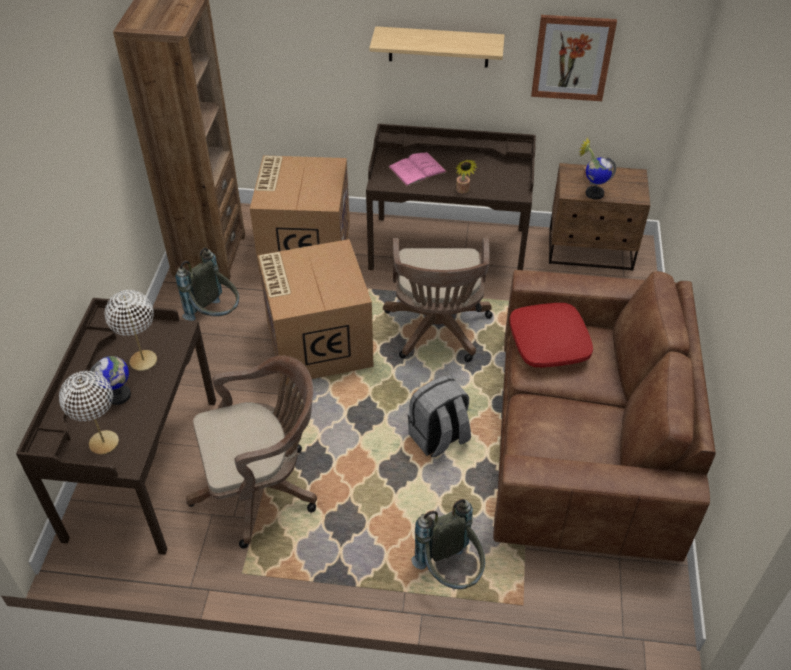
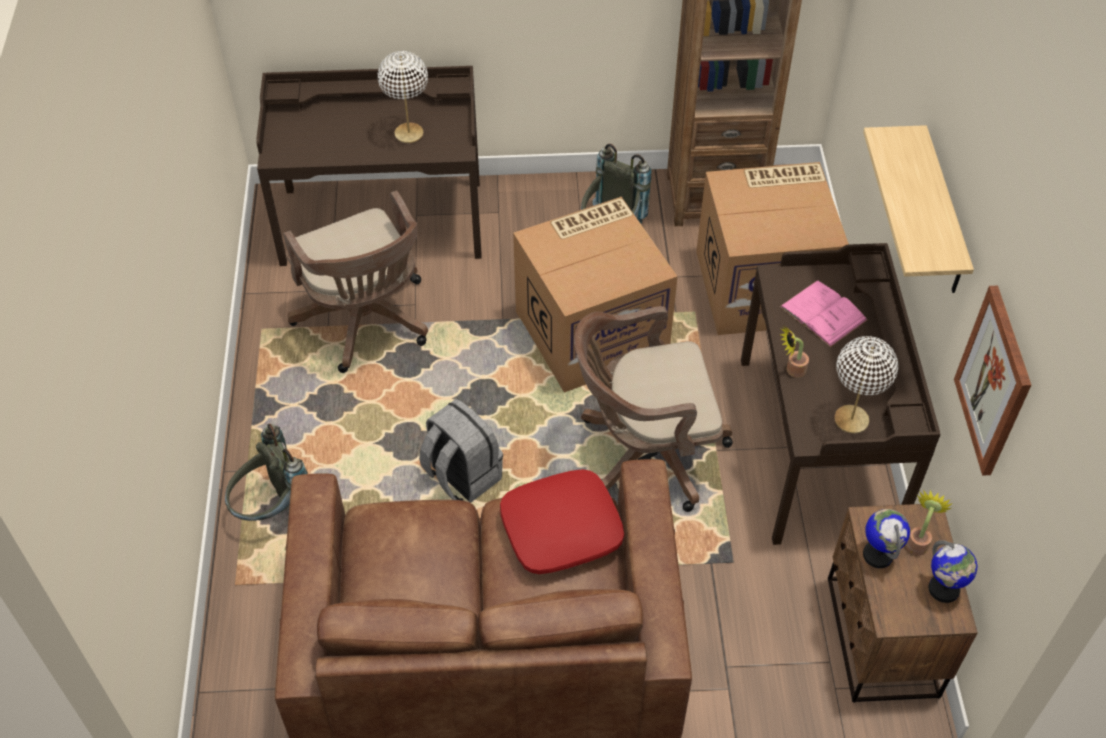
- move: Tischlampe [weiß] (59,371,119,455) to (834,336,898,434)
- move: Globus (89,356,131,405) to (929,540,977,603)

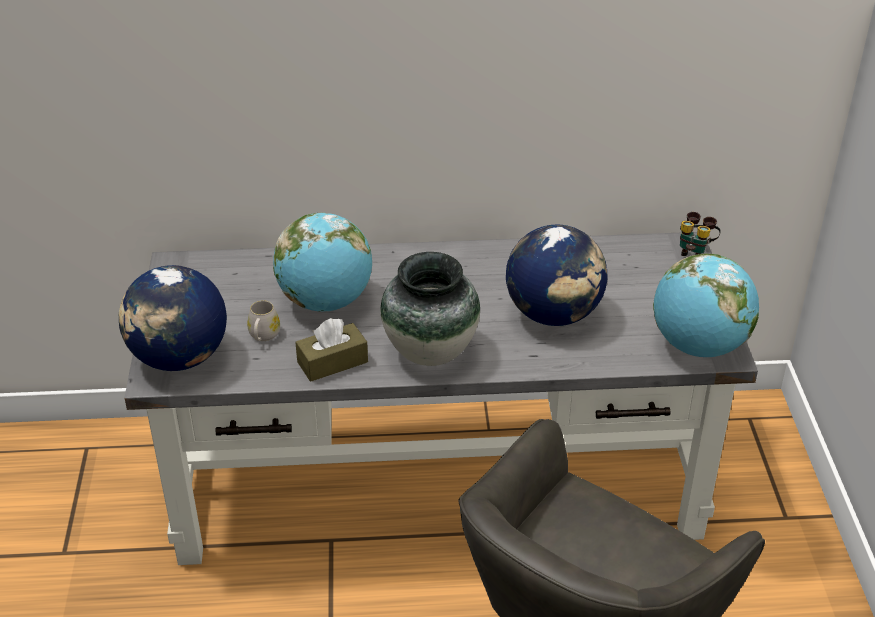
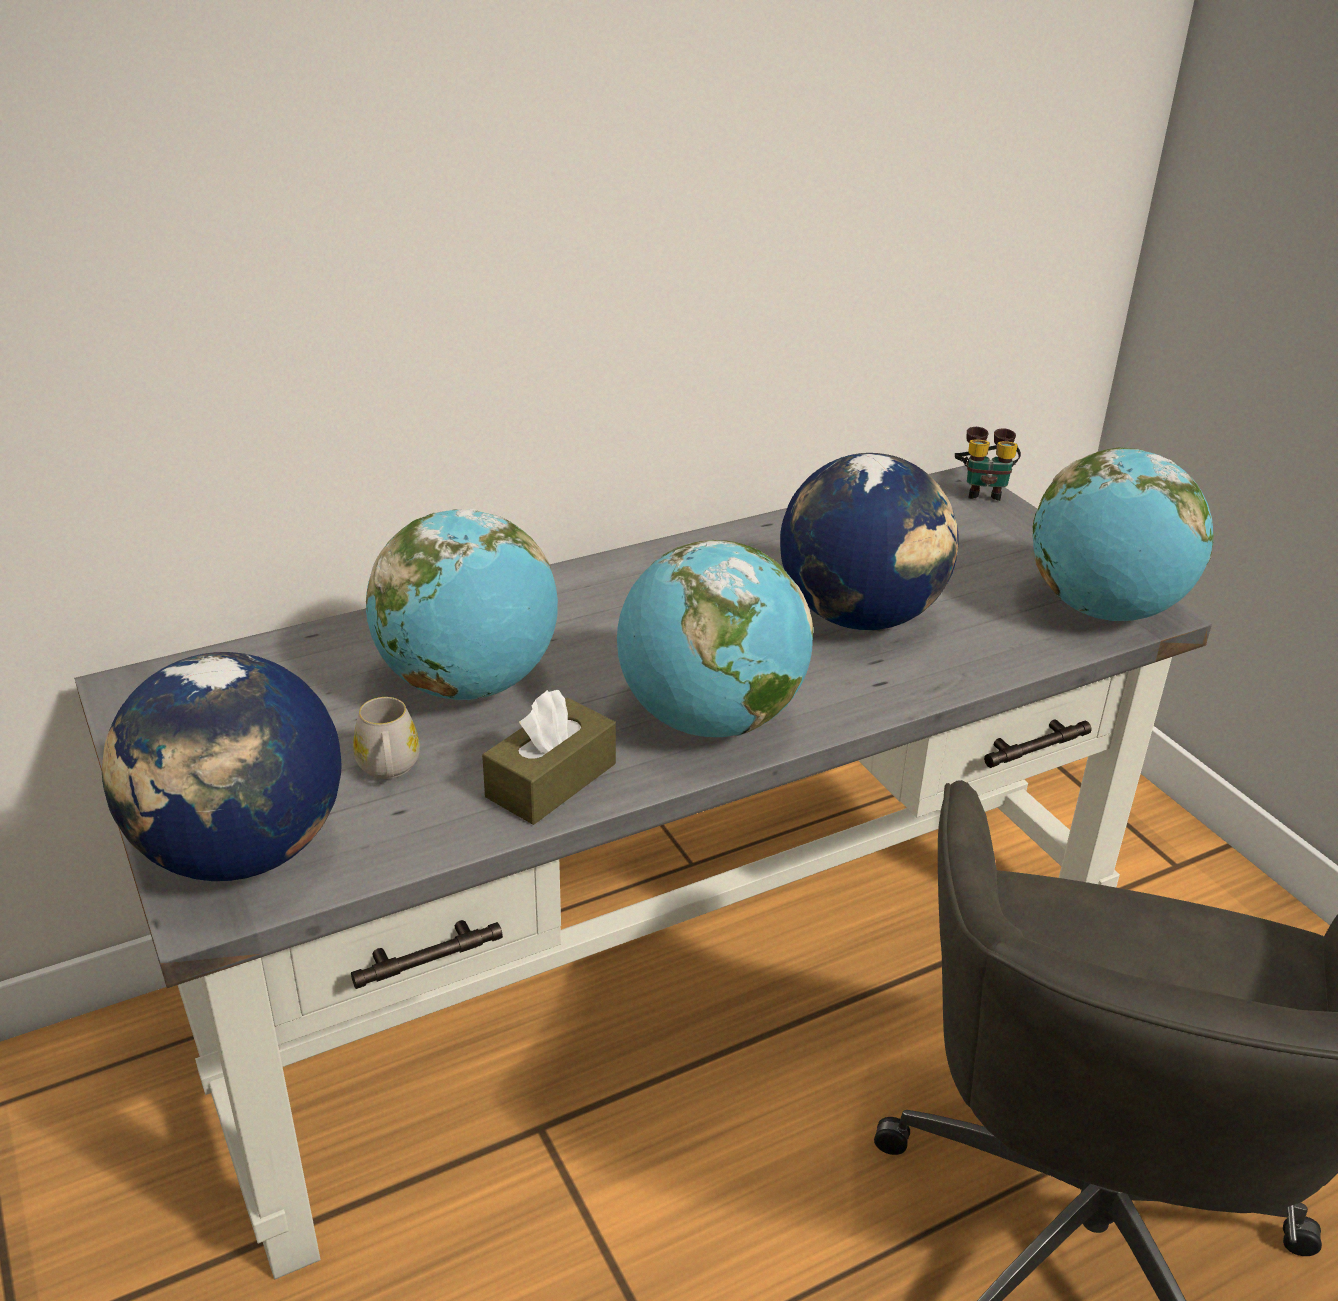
- replace: Vase (381,252,480,366) to Globus (617,540,813,737)

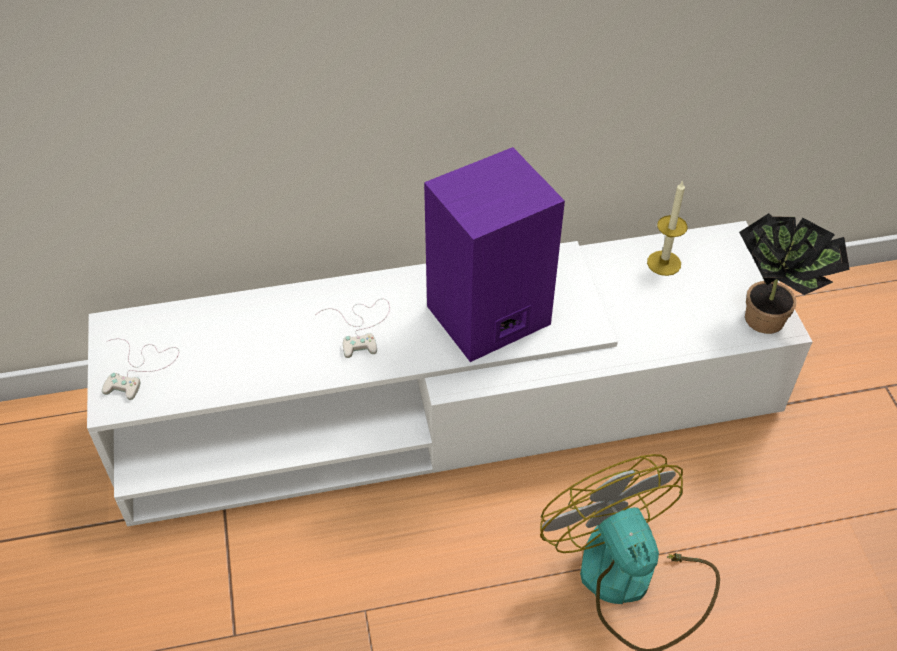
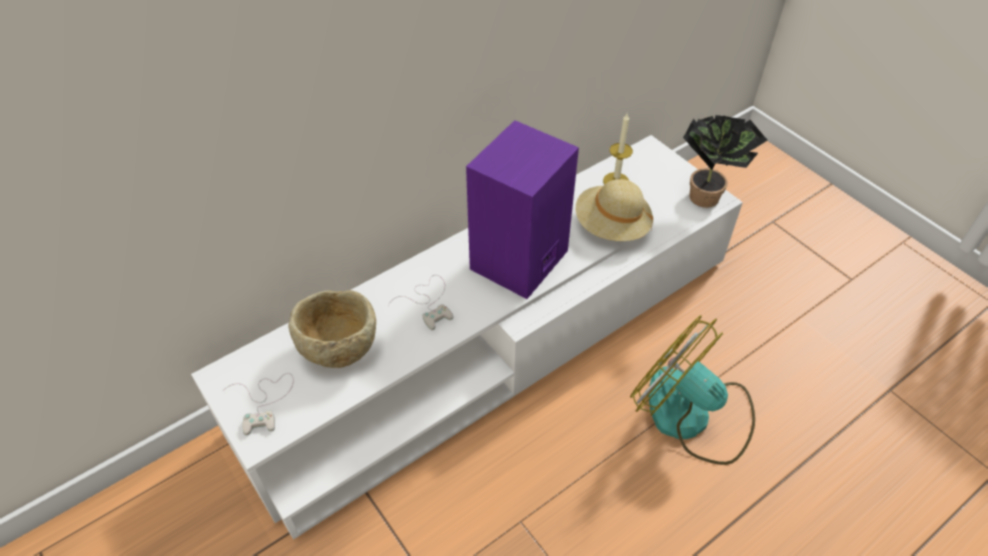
- insert: Schüssel [beige] (288,290,376,368)
- insert: Hut [beige] (576,179,653,241)

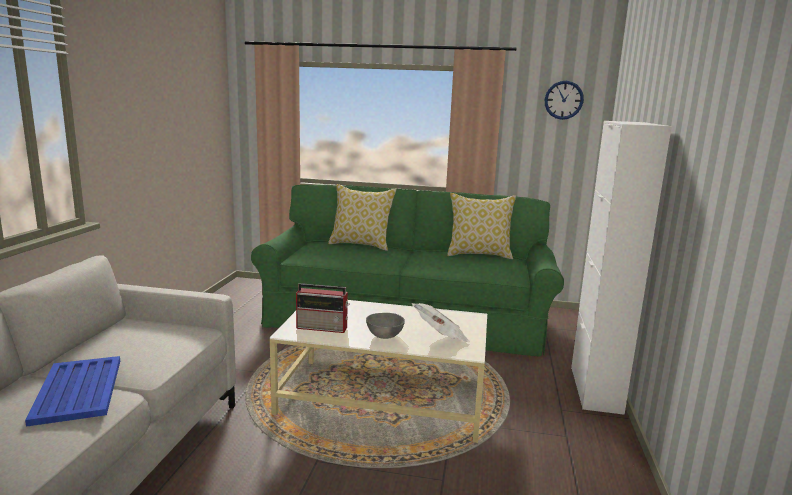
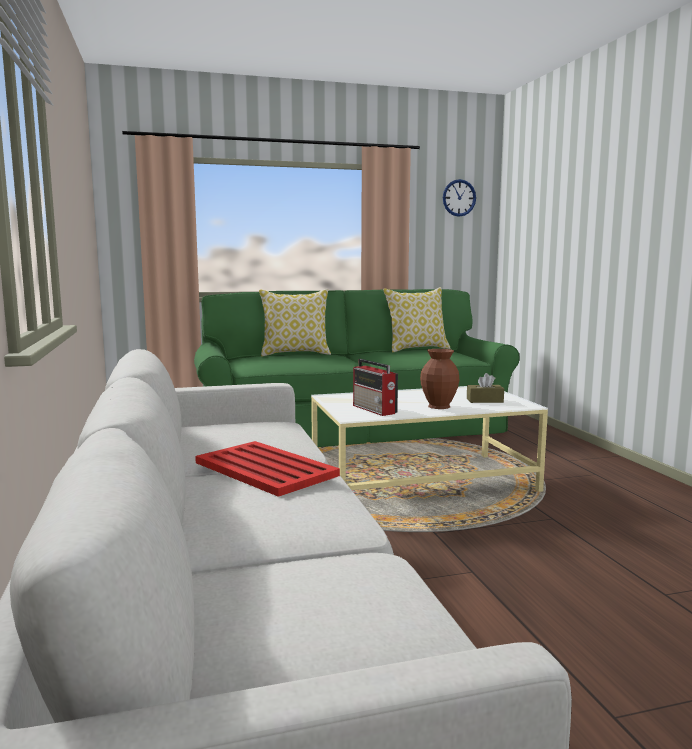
- recolor: Tablett [blau] (25,356,120,427) to Tablett [rot] (195,441,340,497)
- rotate: Radio (296,283,350,333) = (353,359,398,416) 75 degrees clockwise
- replace: Schüssel [grau] (366,313,405,339) to Vase [braun] (420,349,459,409)
- replace: Zeitung (412,303,470,342) to Taschentuchbox [braun] (467,373,504,403)
- delete: Schrank [weiß] (571,121,672,415)

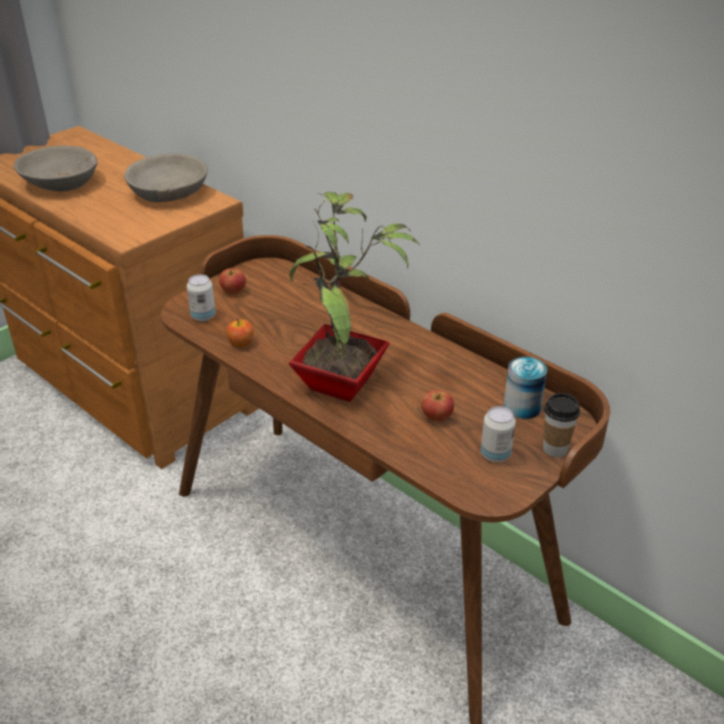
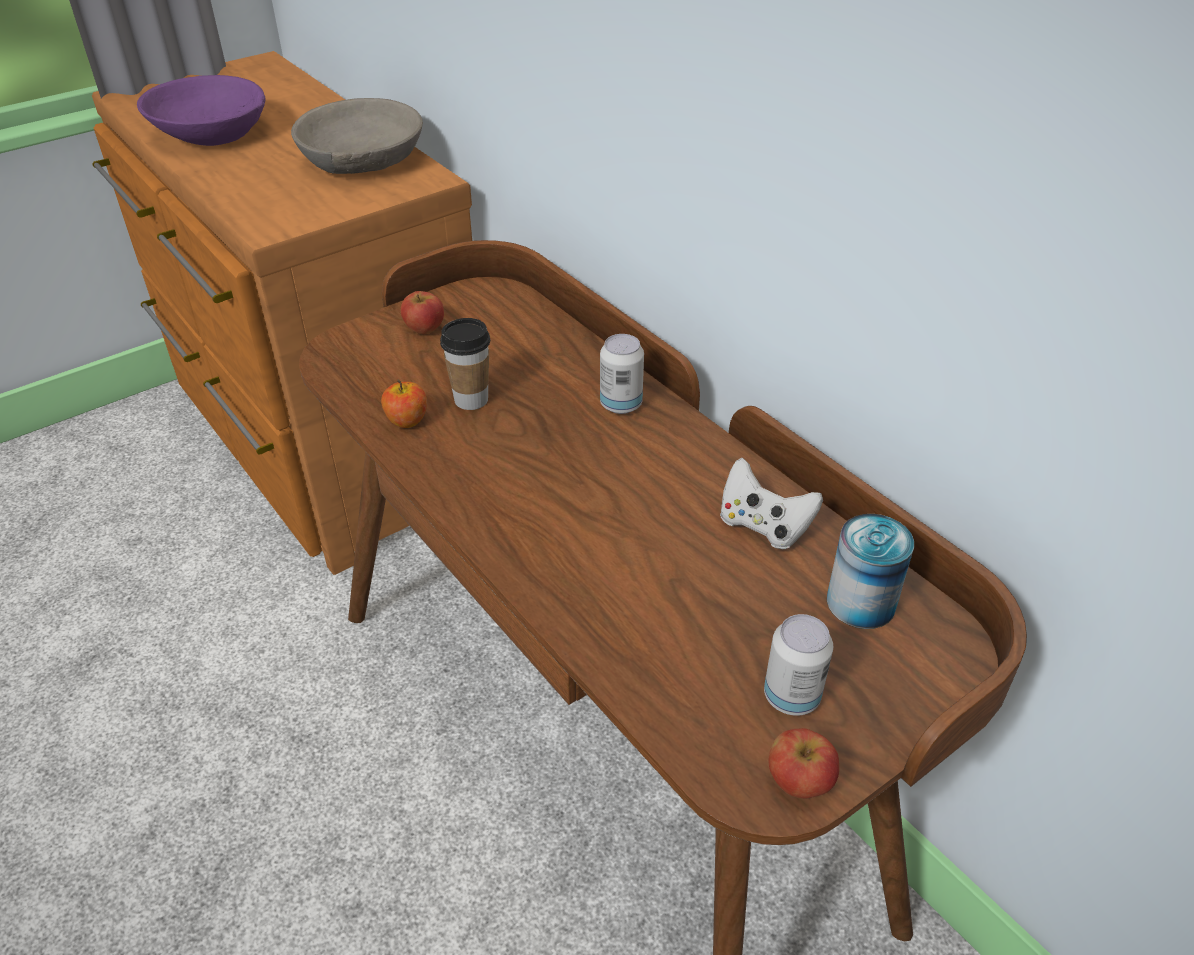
- recolor: Schüssel [grau] (14,146,98,191) to Schüssel [lila] (137,75,266,146)
- move: Tasse (543,393,580,457) to (440,318,490,410)
- move: Dose (187,274,216,321) to (600,334,644,414)
- insert: Gamepad [weiß] (720,458,823,549)
- move: Apfel (421,390,454,422) to (769,728,839,799)
- delete: Topfpflanze (289,192,420,402)

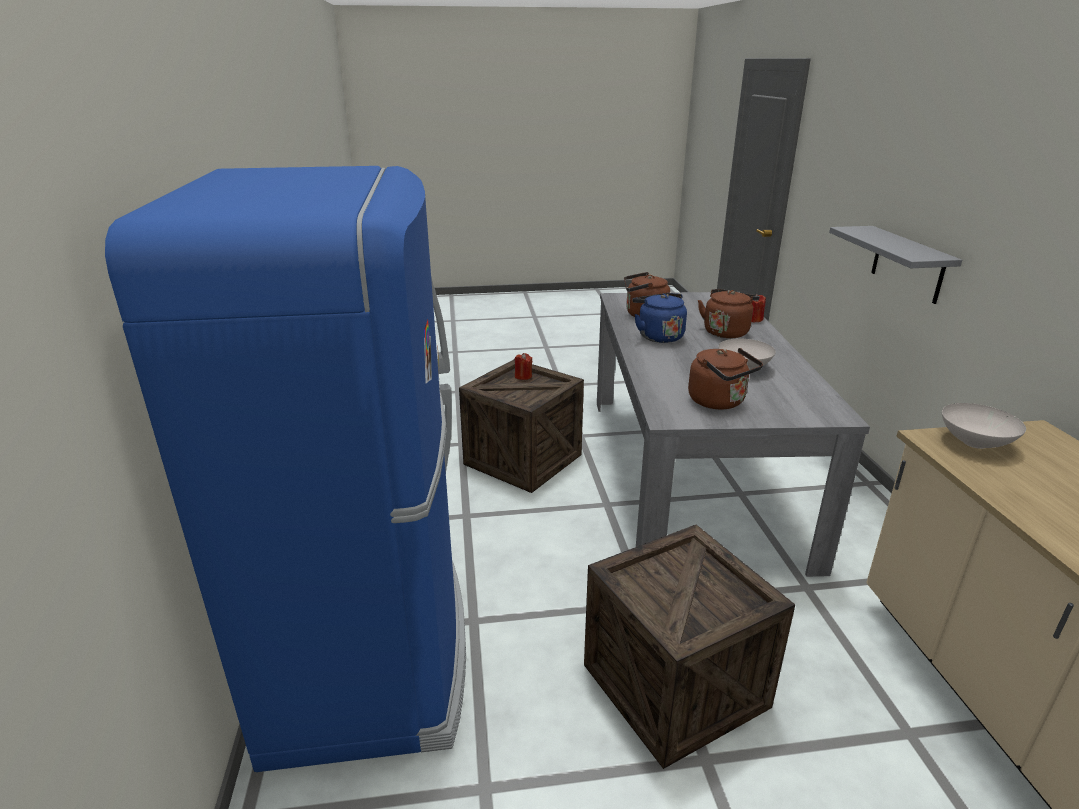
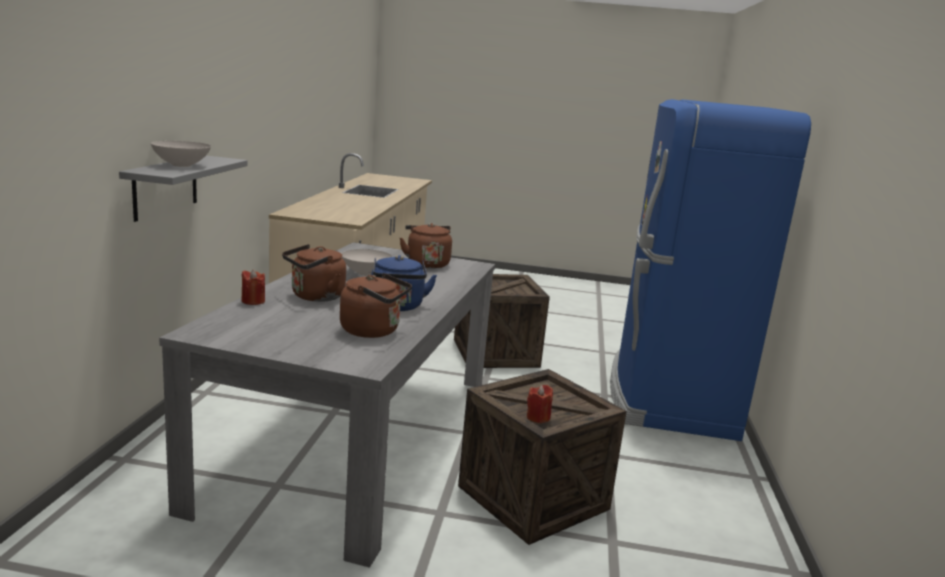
- move: Schüssel [weiß] (942,403,1026,449) to (151,141,211,167)

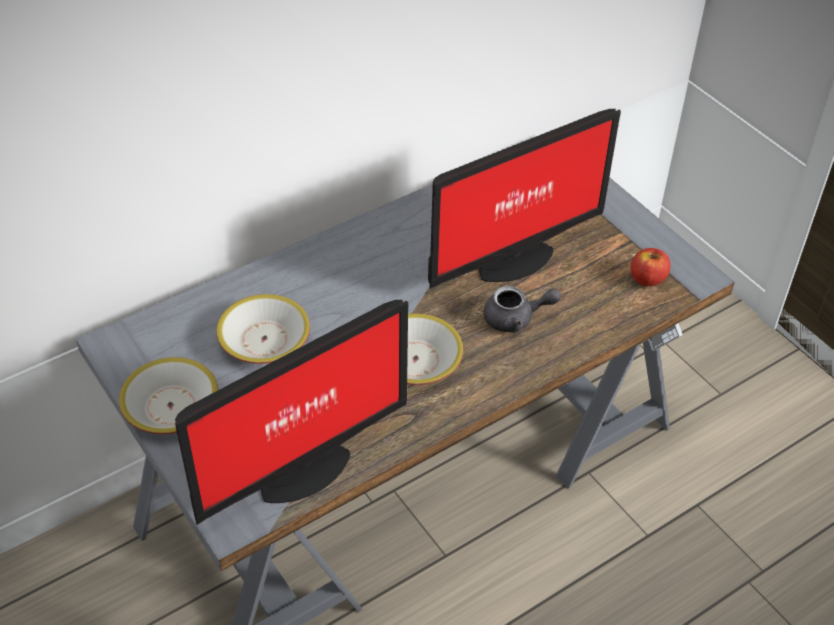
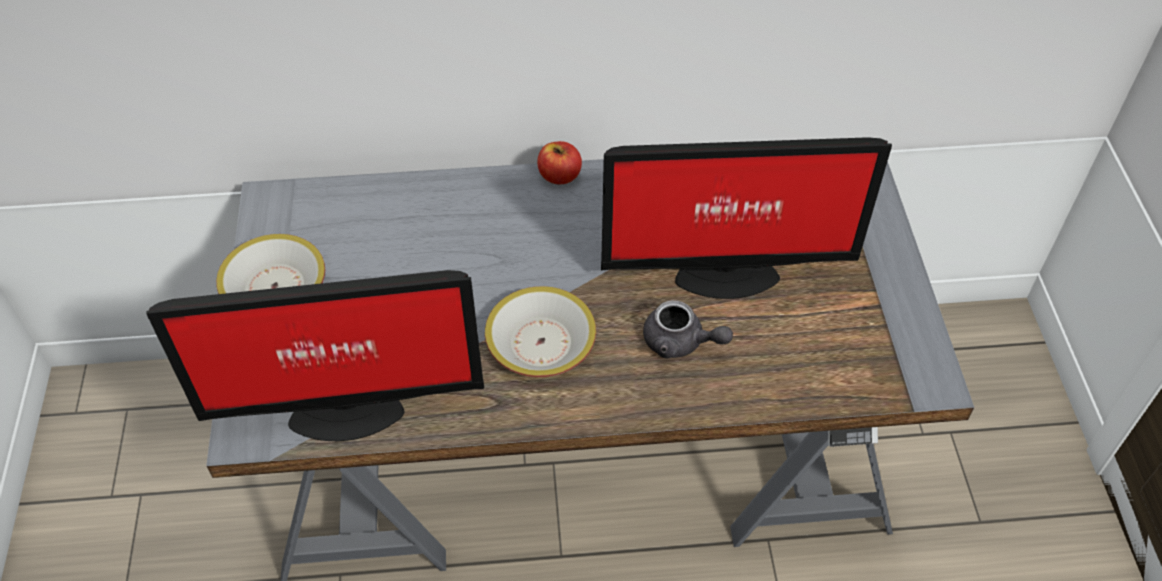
- move: Apfel (631,248,670,286) to (537,141,582,184)
- delete: Schüssel (216,294,310,364)

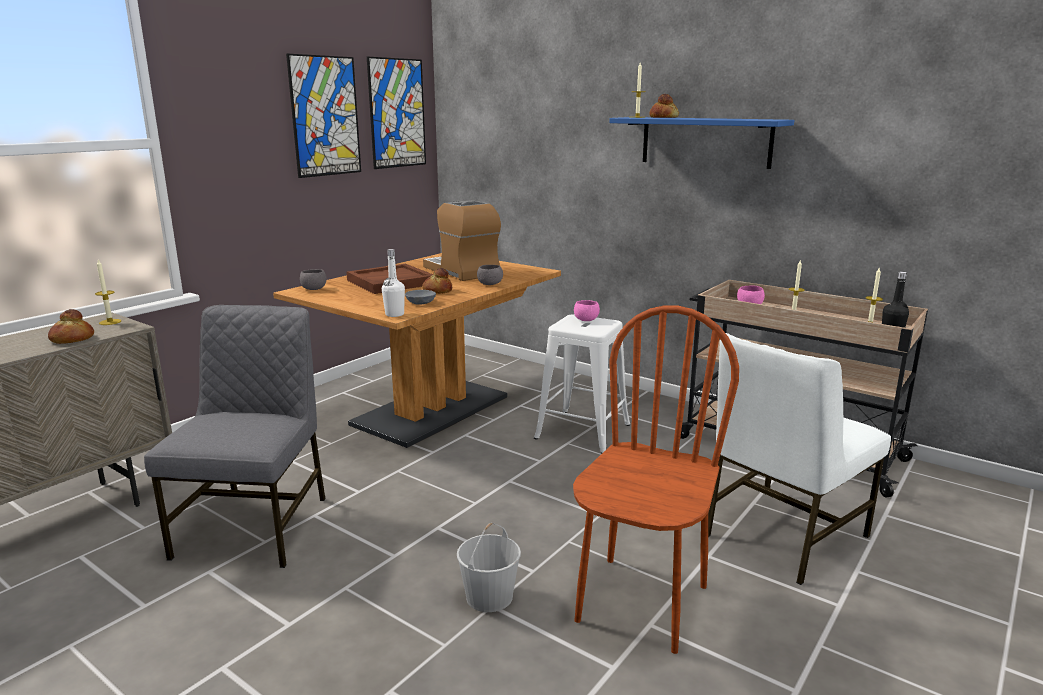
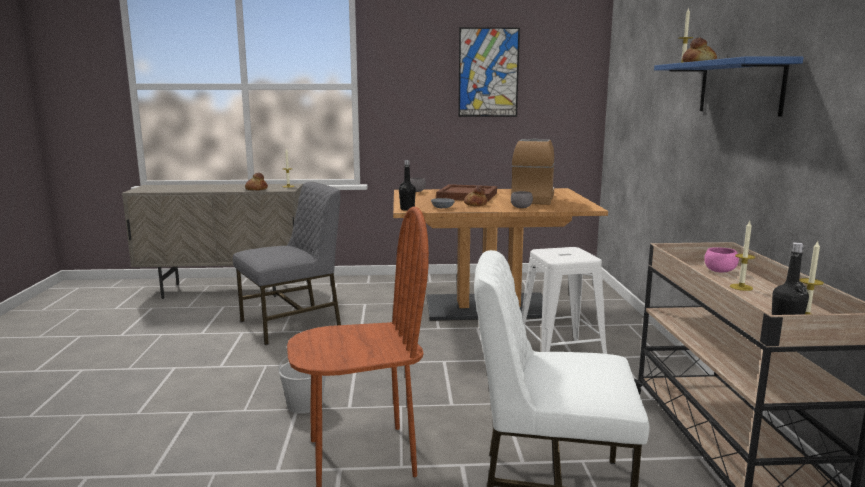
- recolor: Flasche [weiß] (382,249,405,317) to Flasche [schwarz] (399,160,416,211)
- delete: Bild (367,57,426,169)
- delete: Schüssel [rosa] (574,300,600,321)

